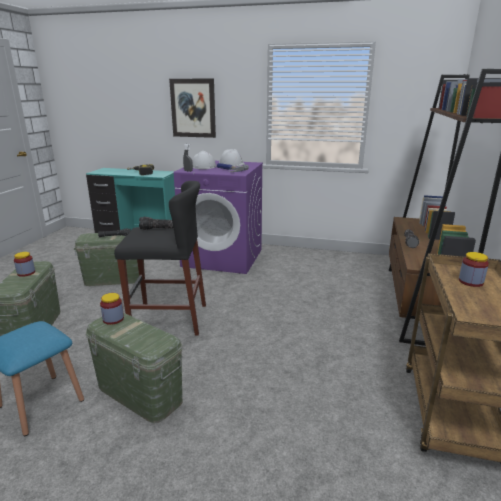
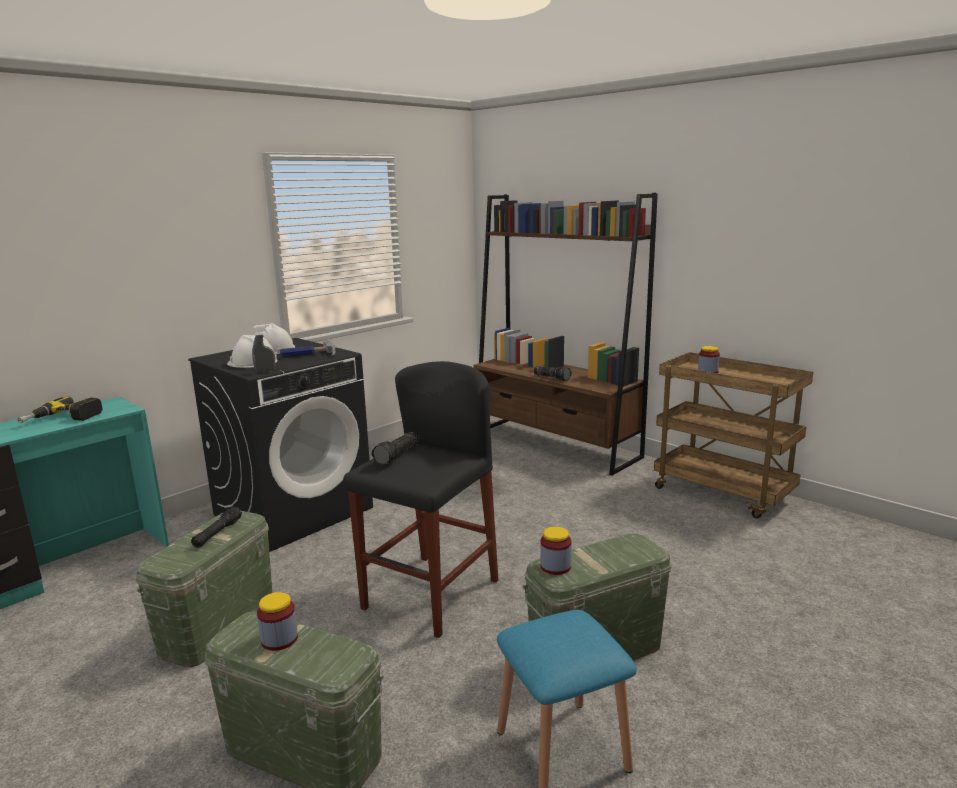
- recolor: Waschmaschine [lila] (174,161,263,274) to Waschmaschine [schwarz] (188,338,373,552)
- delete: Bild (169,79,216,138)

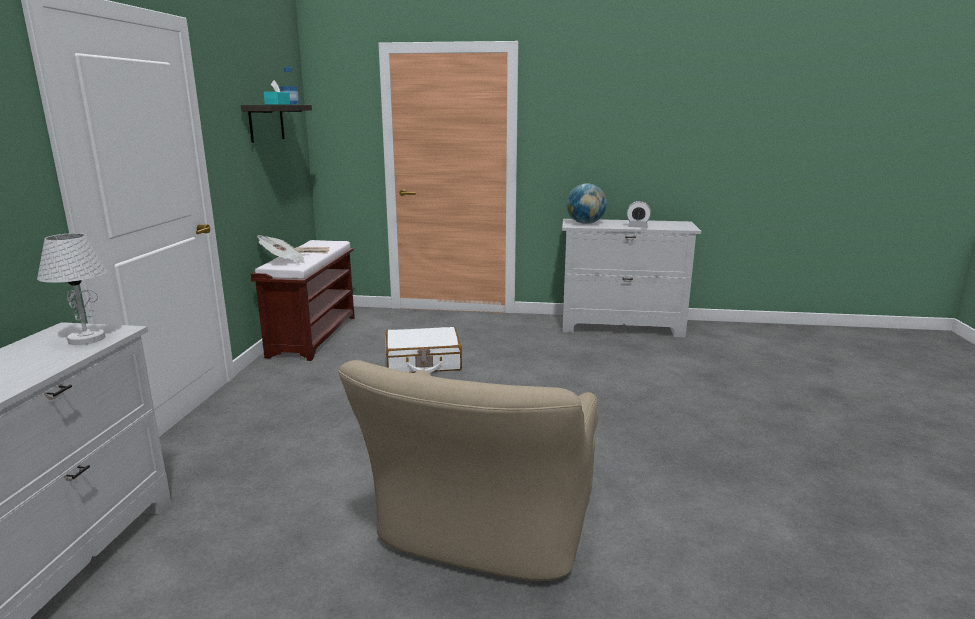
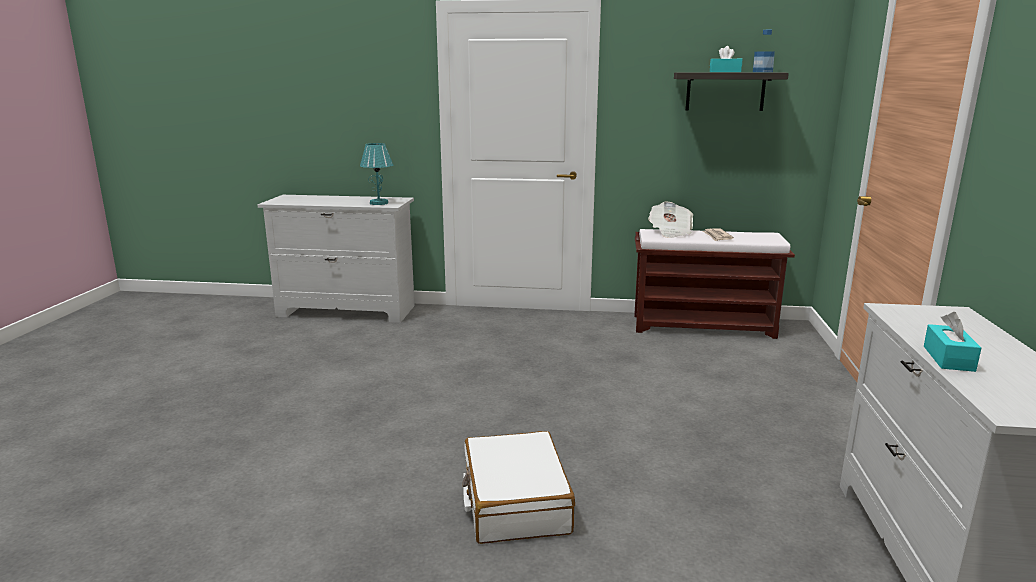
- recolor: Tischlampe [weiß] (37,233,108,345) to Tischlampe [türkis] (360,143,393,205)
- move: Koffer [weiß] (385,327,462,373) to (462,431,575,544)
- replace: Wecker (627,201,651,228) to Taschentuchbox [türkis] (924,312,981,372)
- delete: Sessel [beige] (338,360,598,581)
- delete: Globus (566,183,607,224)

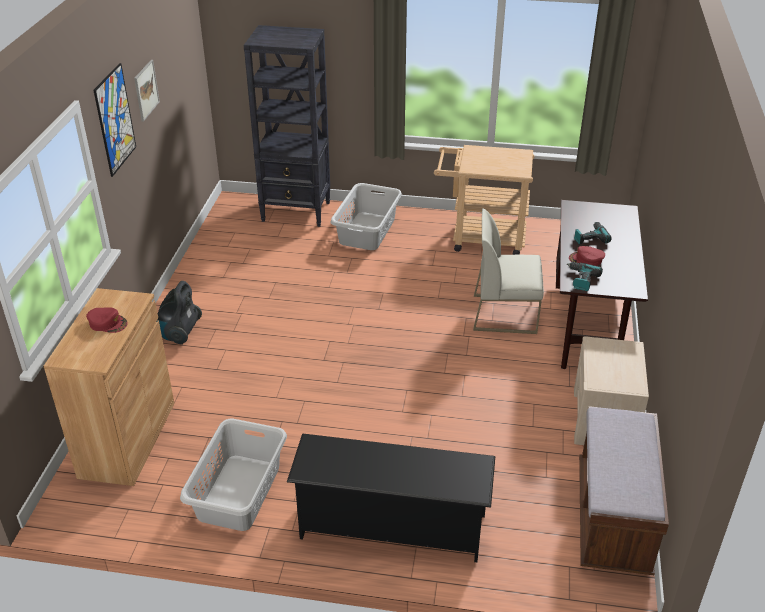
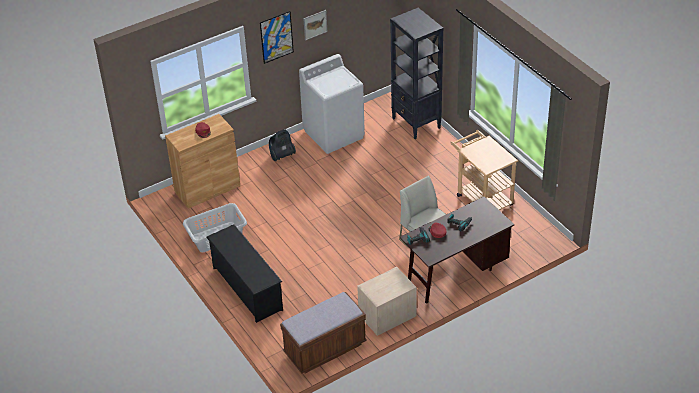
- insert: Waschmaschine [weiß] (299,54,365,154)
- delete: Wäschekorb [grau] (331,183,402,250)

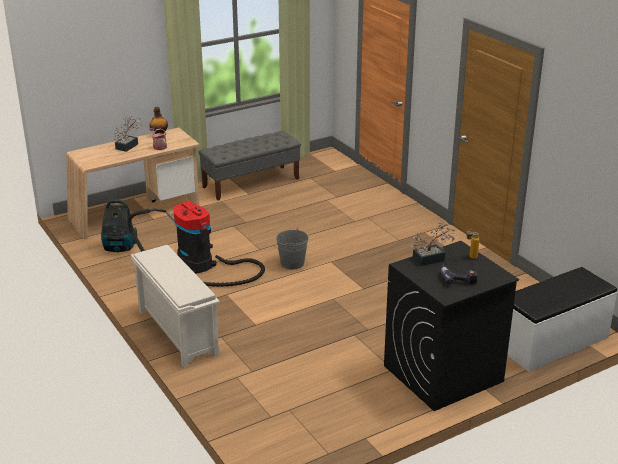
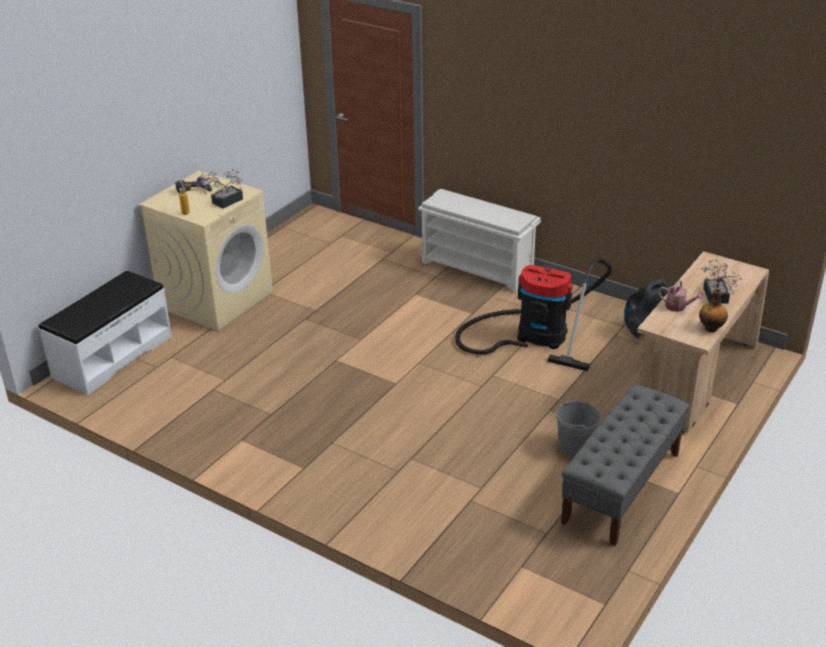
- recolor: Waschmaschine [schwarz] (384,241,519,411) to Waschmaschine [beige] (139,171,273,331)
- move: Eimer [grau] (276,228,308,269) to (556,399,601,457)

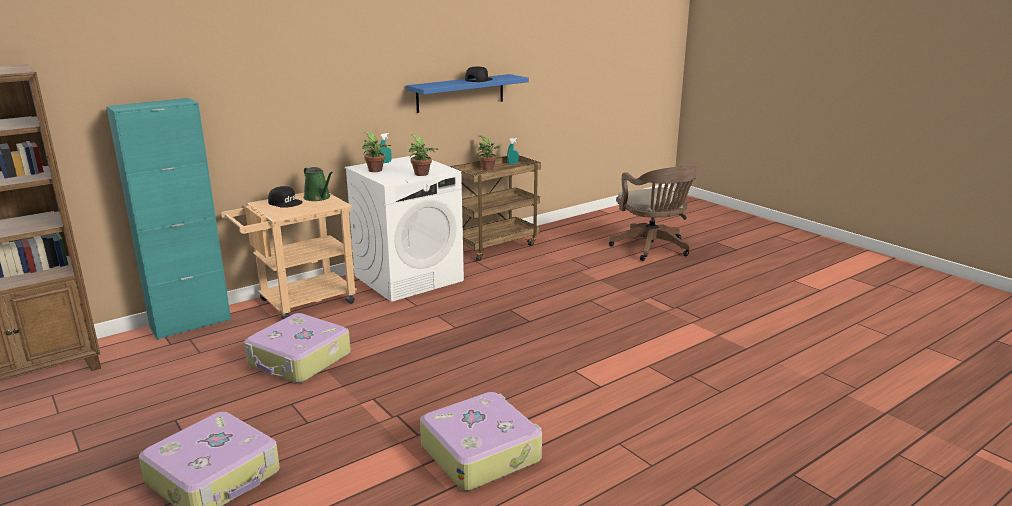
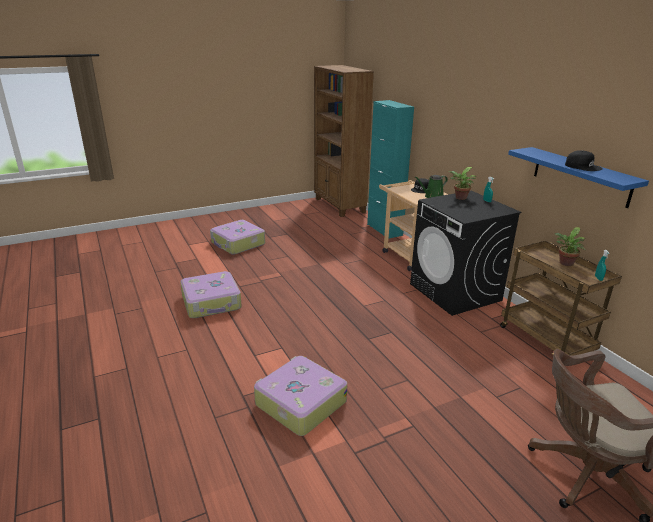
- move: Koffer (244,313,351,383) to (254,356,347,436)
- recolor: Waschmaschine [weiß] (345,155,464,302) to Waschmaschine [schwarz] (410,191,521,316)
- delete: Topfpflanze (409,135,438,176)

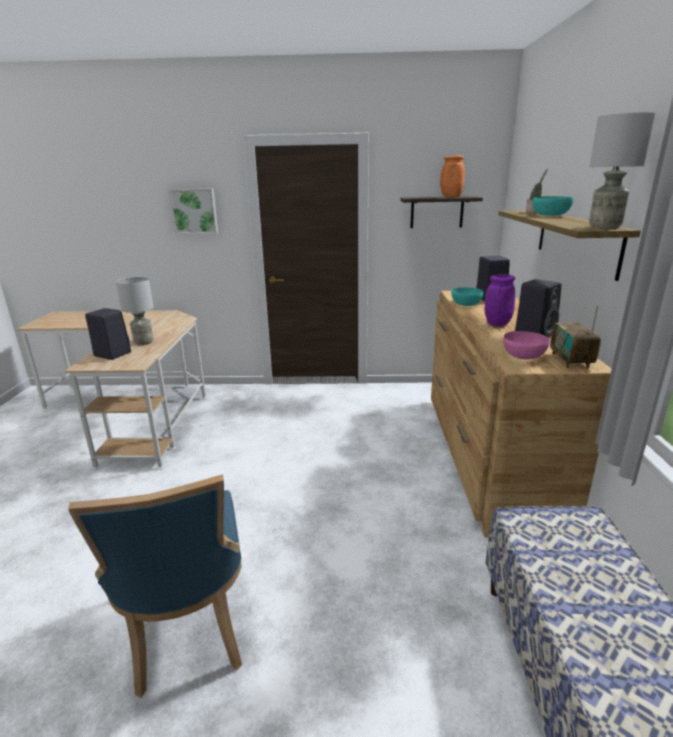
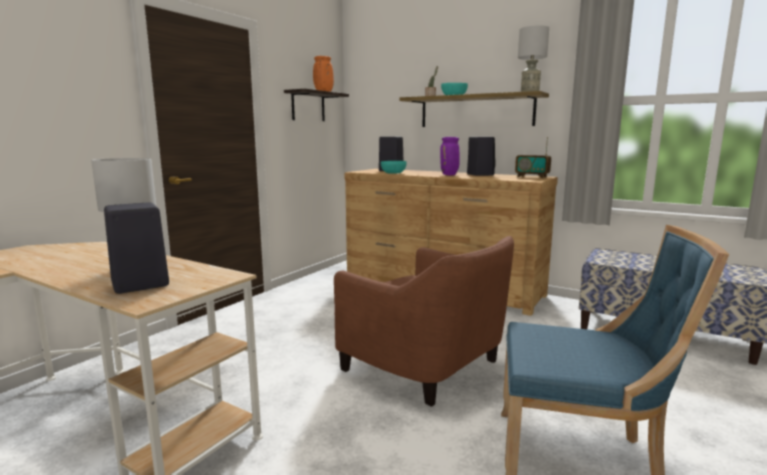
- insert: Sessel [braun] (334,236,514,407)
- delete: Bild (169,189,218,234)
- delete: Schüssel [rosa] (503,331,550,360)

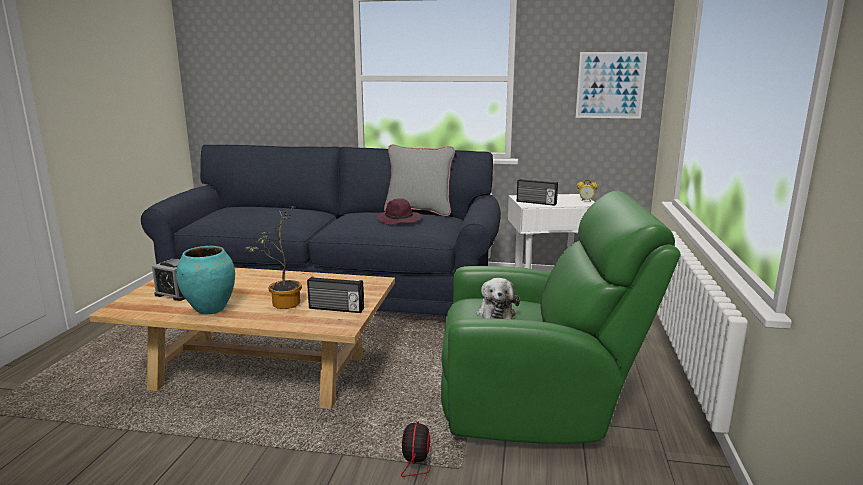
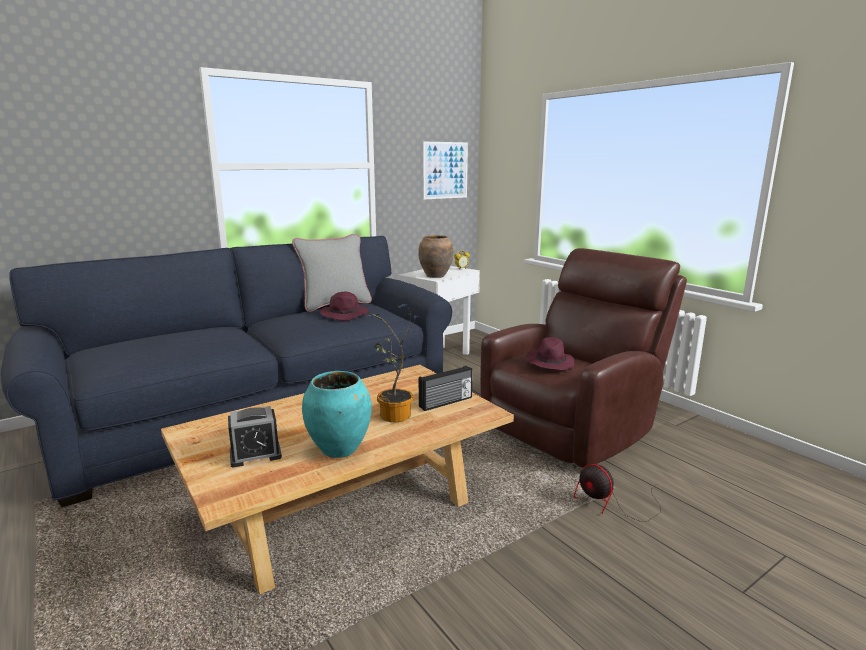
- replace: Radio (517,179,558,206) to Vase [braun] (418,235,453,278)
- recolor: Sessel [grün] (441,191,681,444) to Sessel [braun] (480,248,687,468)
- replace: Plüschtier (476,278,520,319) to Hut [lila] (526,337,574,370)

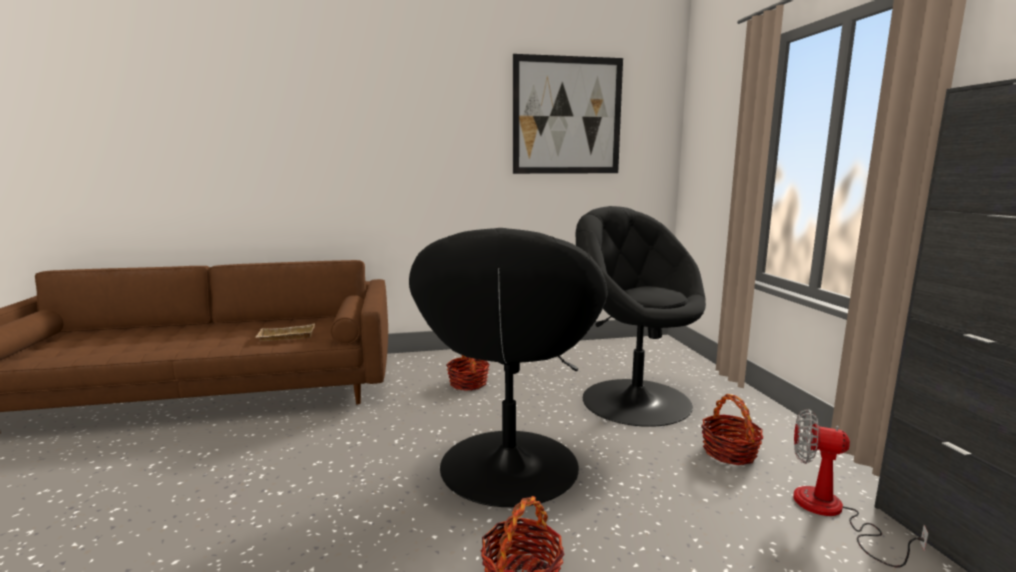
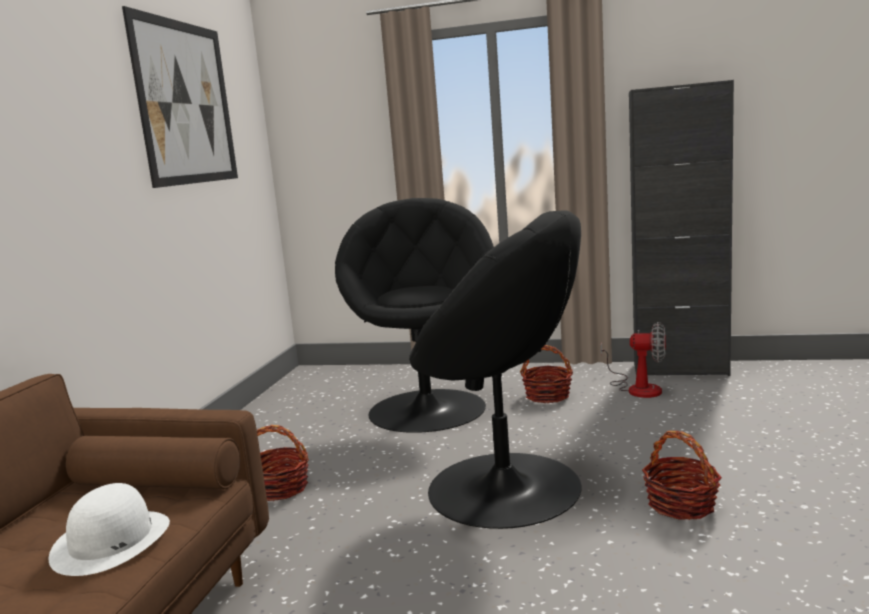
- replace: Tablett [beige] (256,324,315,341) to Hut [weiß] (49,483,170,576)
- rotate: Sessel [schwarz] (576,206,706,427) = (335,198,494,433) 105 degrees clockwise
- rotate: Ventilator (793,409,928,568) = (601,322,666,398) 120 degrees counterclockwise

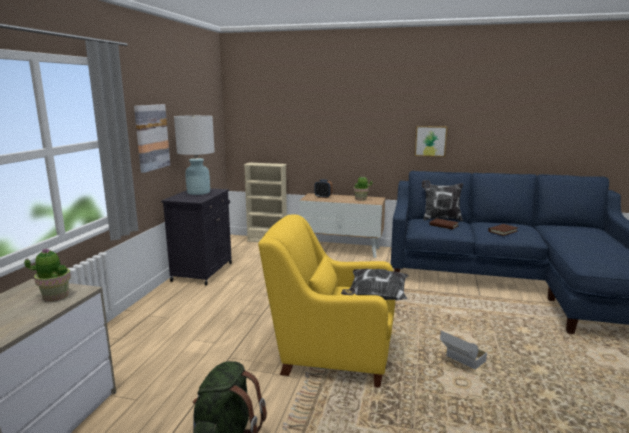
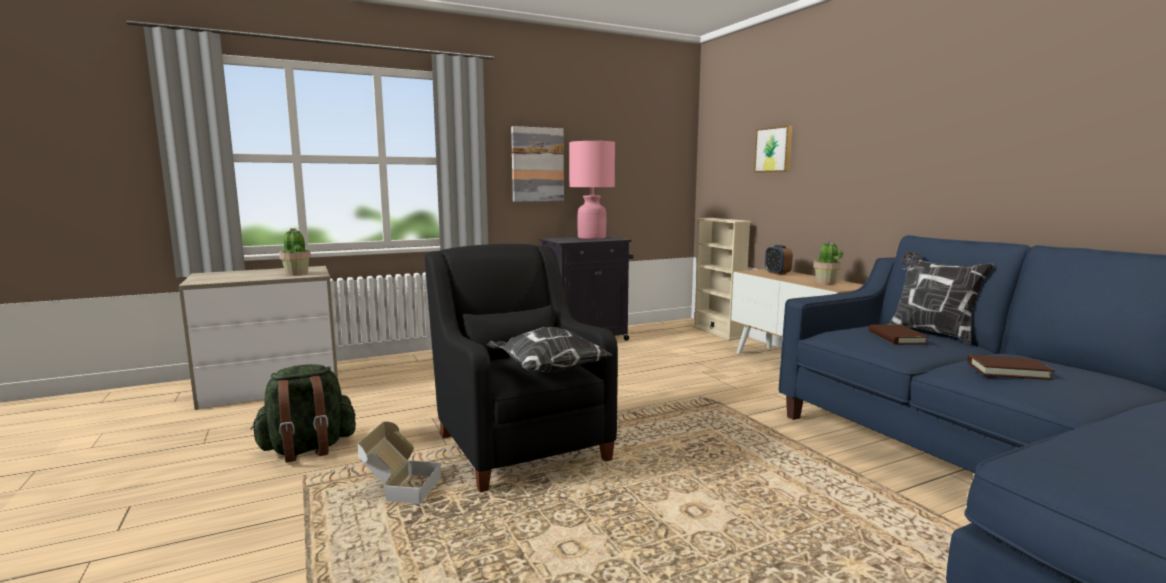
- move: Karton (440,331,487,370) to (358,422,441,504)
- recolor: Sessel [gelb] (258,215,395,388) to Sessel [schwarz] (425,244,618,492)
- recolor: Tischlampe [weiß] (174,115,215,195) to Tischlampe [rosa] (569,141,615,239)
- move: Bild (415,126,447,157) to (754,126,792,172)

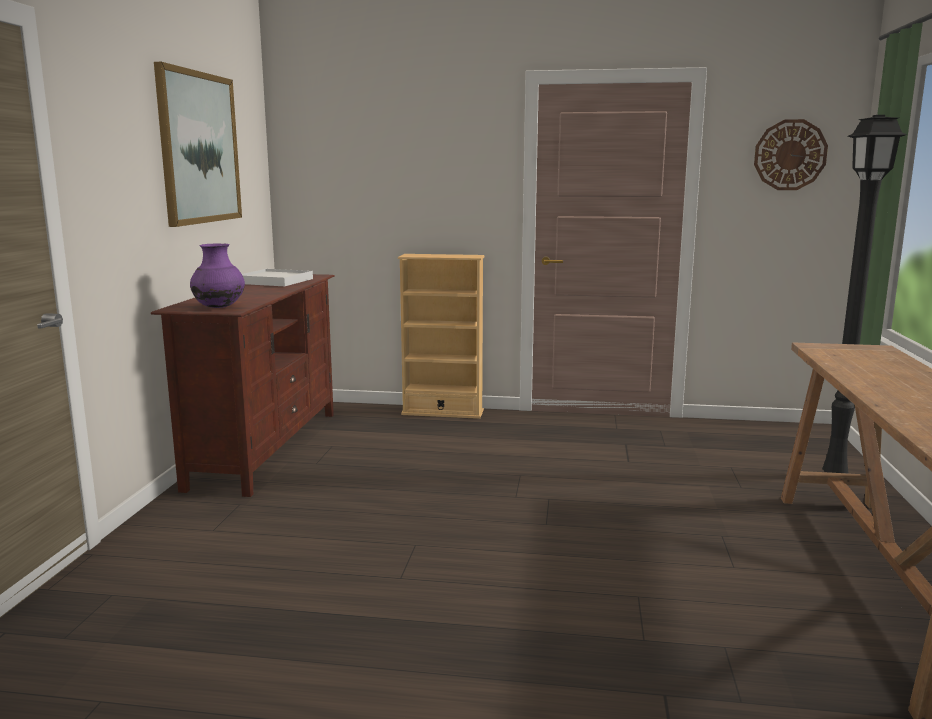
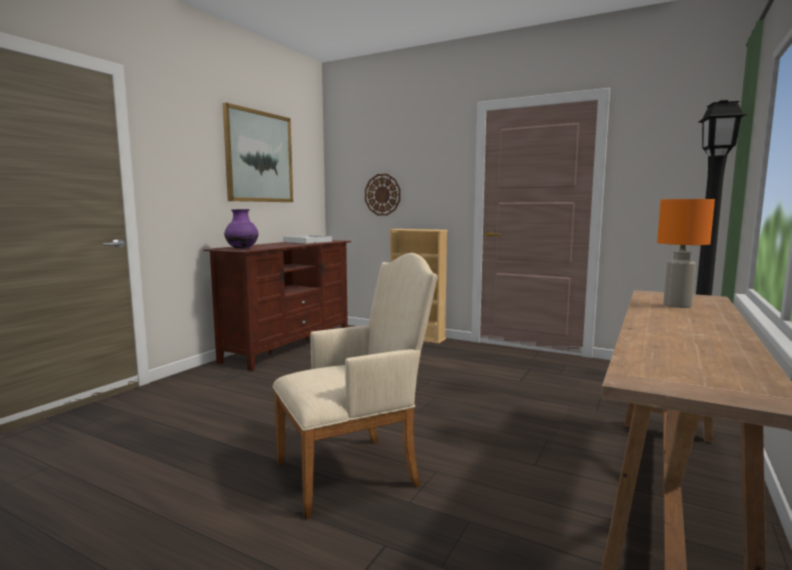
- insert: Sessel [beige] (273,253,437,519)
- move: Wanduhr (754,119,828,190) to (365,174,401,216)
- insert: Tischlampe [orange] (657,199,715,308)

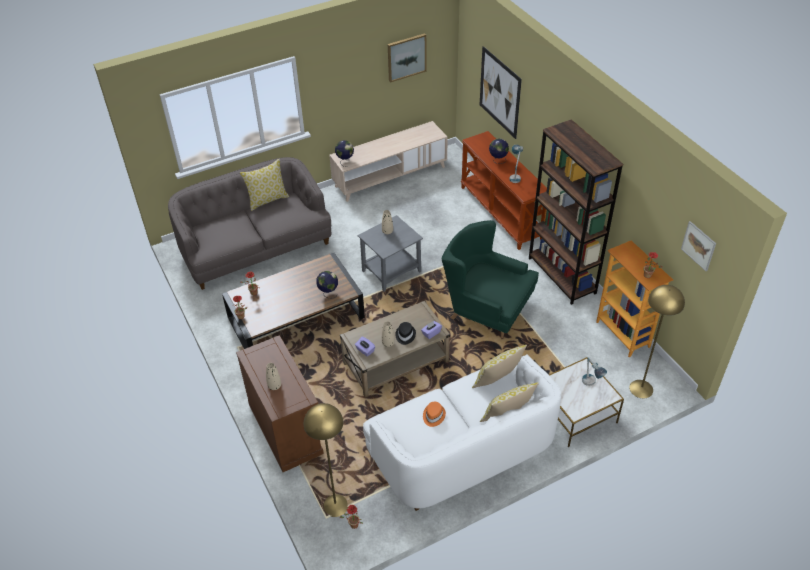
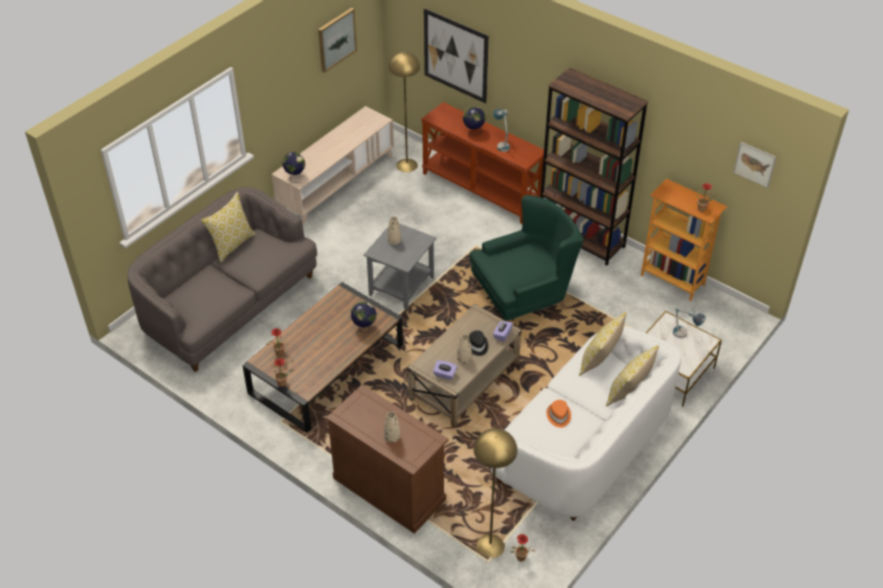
- move: Stehlampe [gelb] (629,285,685,398) to (389,52,420,172)
- rotate: Sessel [grün] (441,220,539,338) = (470,195,584,322) 150 degrees clockwise

